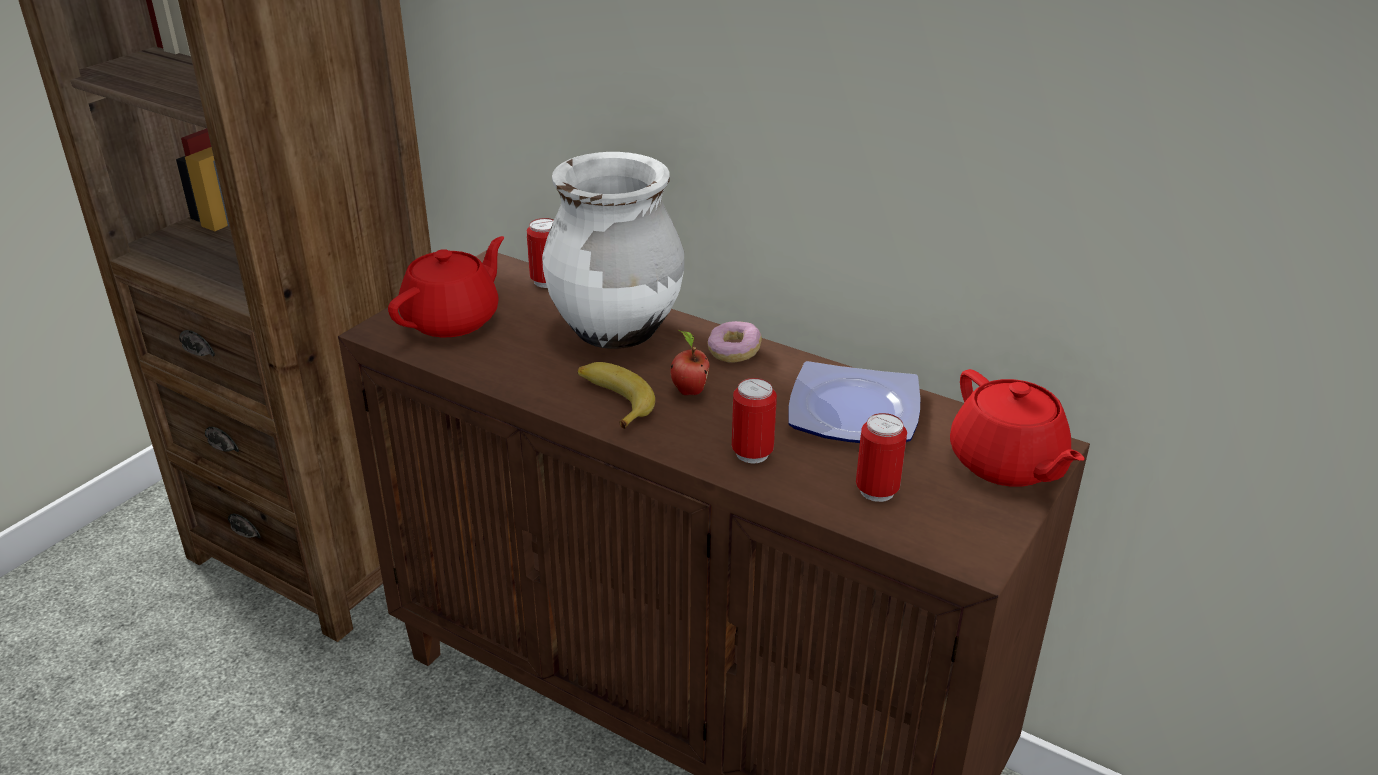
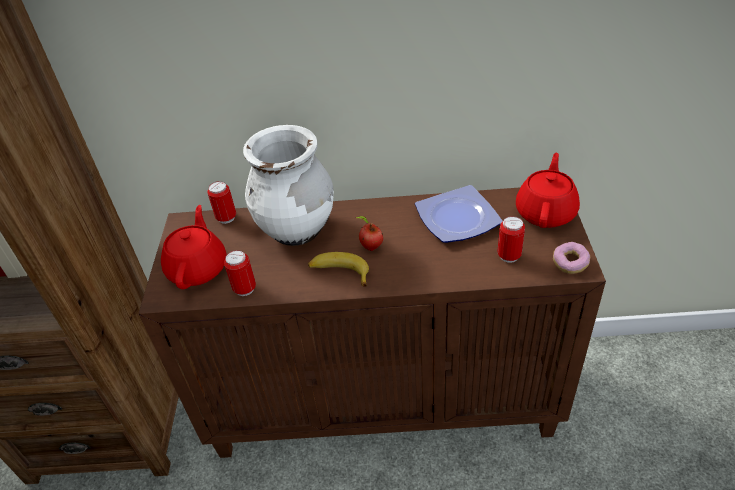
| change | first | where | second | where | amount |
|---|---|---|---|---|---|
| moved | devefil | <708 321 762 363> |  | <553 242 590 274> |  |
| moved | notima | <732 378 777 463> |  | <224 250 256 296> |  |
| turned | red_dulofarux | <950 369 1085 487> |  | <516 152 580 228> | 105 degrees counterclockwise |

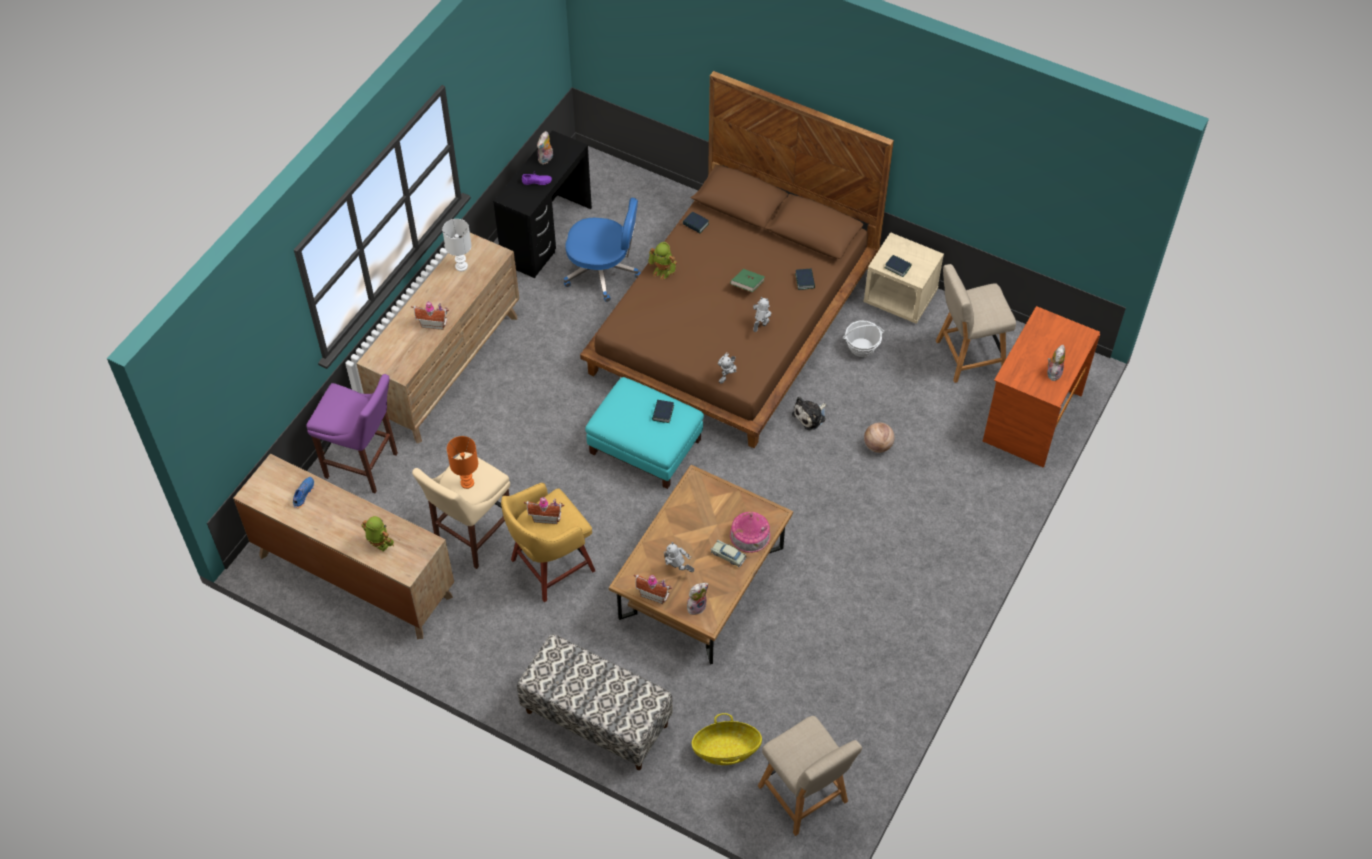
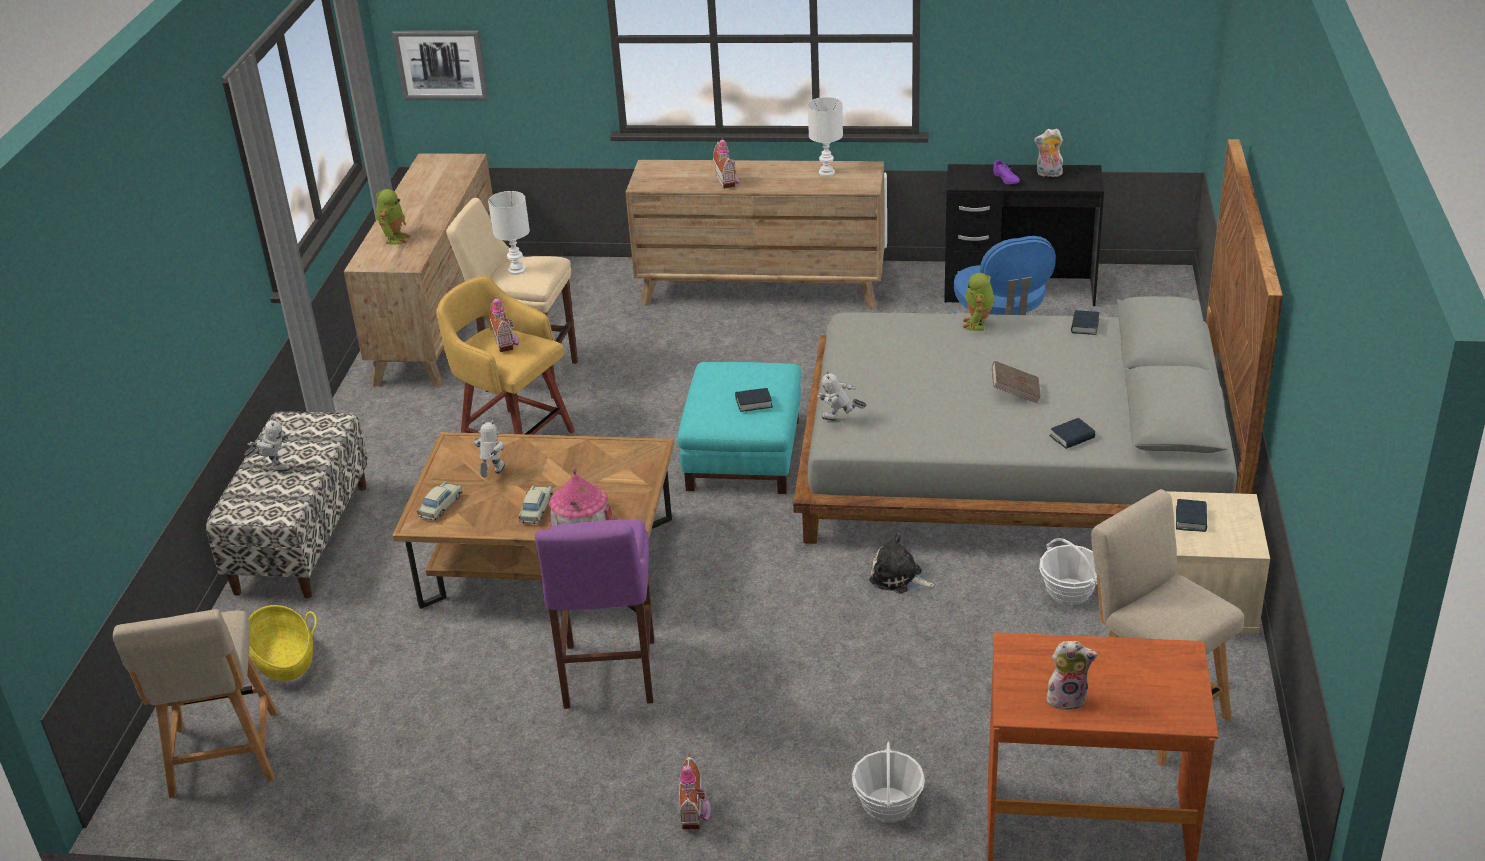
| change | first | where | second | where | amount |
|---|---|---|---|---|---|
| removed | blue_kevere | <293 477 314 508> |  |  |  |
| moved | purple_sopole | <306 374 398 493> |  | <535 519 654 709> |  |
| recoloured | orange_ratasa | <447 436 478 489> | white_ratasa | <488 191 530 275> |  |
| recoloured | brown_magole | <580 71 894 448> | grey_magole | <793 139 1283 544> |  |
| moved | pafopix | <634 575 672 604> |  | <679 754 711 830> |  |
| replaced | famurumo | <687 583 709 615> | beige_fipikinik | <417 481 462 521> |  |
| recoloured | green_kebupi | <730 269 765 292> | brown_kebupi | <992 361 1041 403> |  |
| moved | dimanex | <753 297 771 332> |  | <244 417 291 472> |  |
| turned | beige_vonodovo | <758 716 862 836> |  | <113 609 277 798> | 45 degrees counterclockwise |
| removed | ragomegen | <864 422 894 453> |  |  |  |
| added |  |  | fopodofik | <392 30 489 100> |  |
| added |  |  | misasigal | <852 742 925 823> |  |

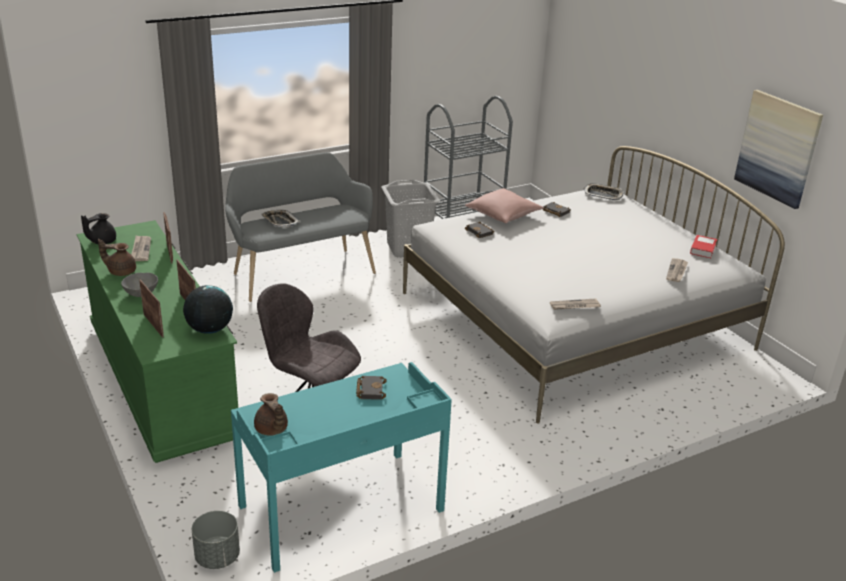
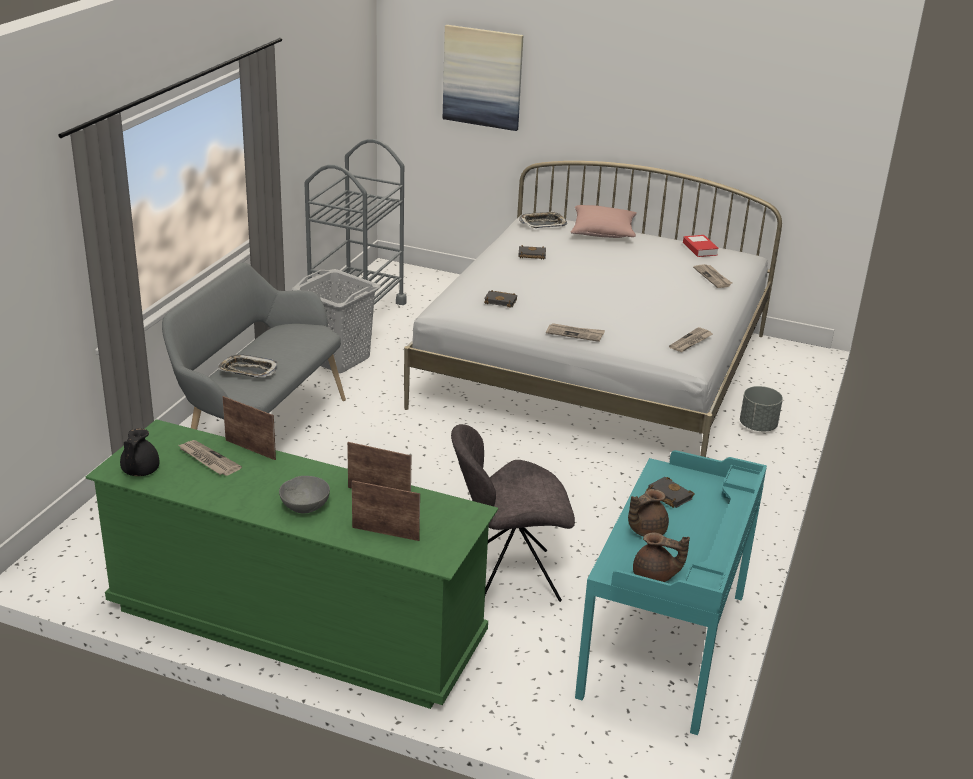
| change | first | where | second | where | amount |
|---|---|---|---|---|---|
| moved | brown_dulofarux | <98 239 136 276> |  | <628 489 669 537> |  |
| removed | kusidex | <183 285 233 334> |  |  |  |
| moved | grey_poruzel | <192 511 240 569> |  | <740 386 783 431> |  |
| moved | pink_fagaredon | <465 188 544 223> |  | <571 205 637 238> |  |
| moved | fopodofik | <734 90 823 209> |  | <443 25 523 131> |  |
| added |  |  | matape | <546 323 605 342> |  |

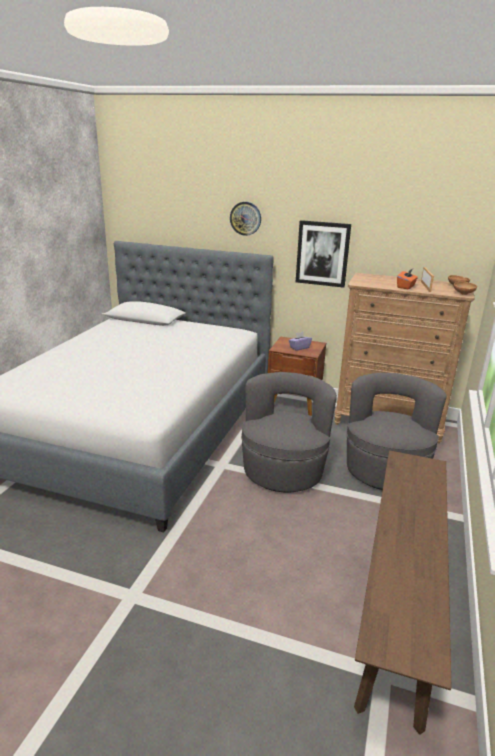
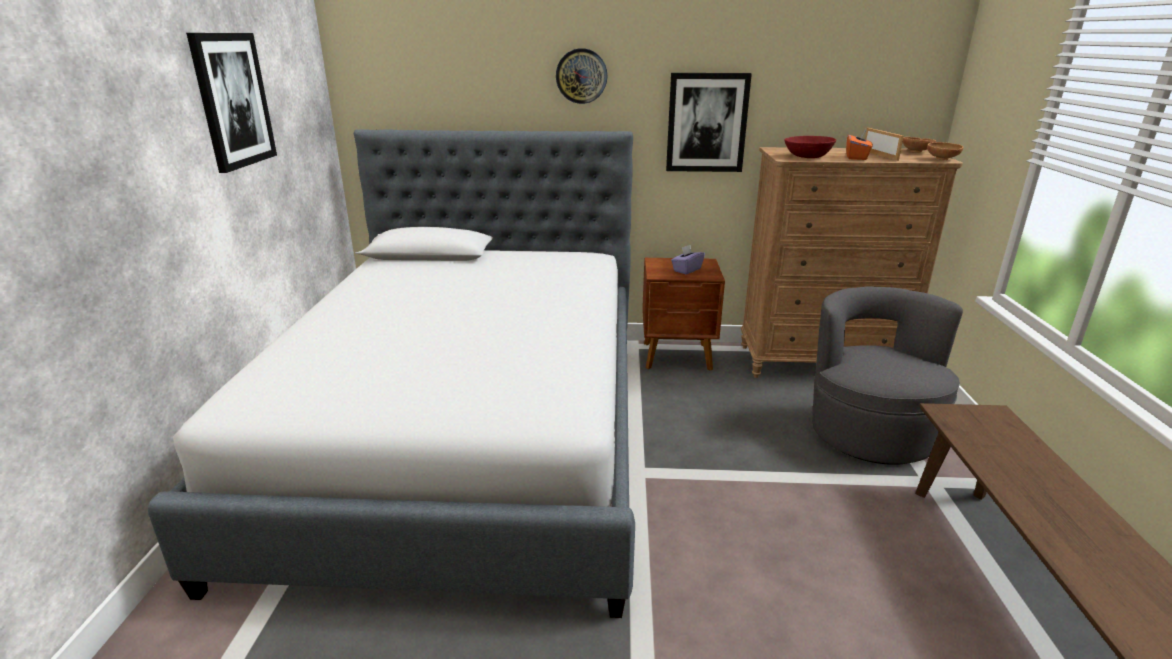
| change | first | where | second | where | amount |
|---|---|---|---|---|---|
| removed | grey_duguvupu | <241 372 337 492> |  |  |  |
| added |  |  | fopodofik | <186 33 277 173> |  |
| added |  |  | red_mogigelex | <785 136 836 158> |  |

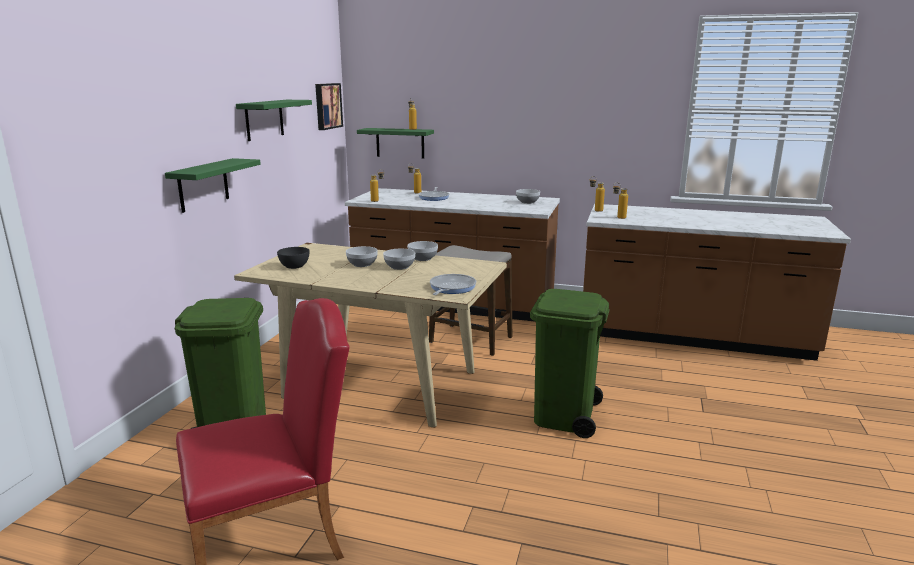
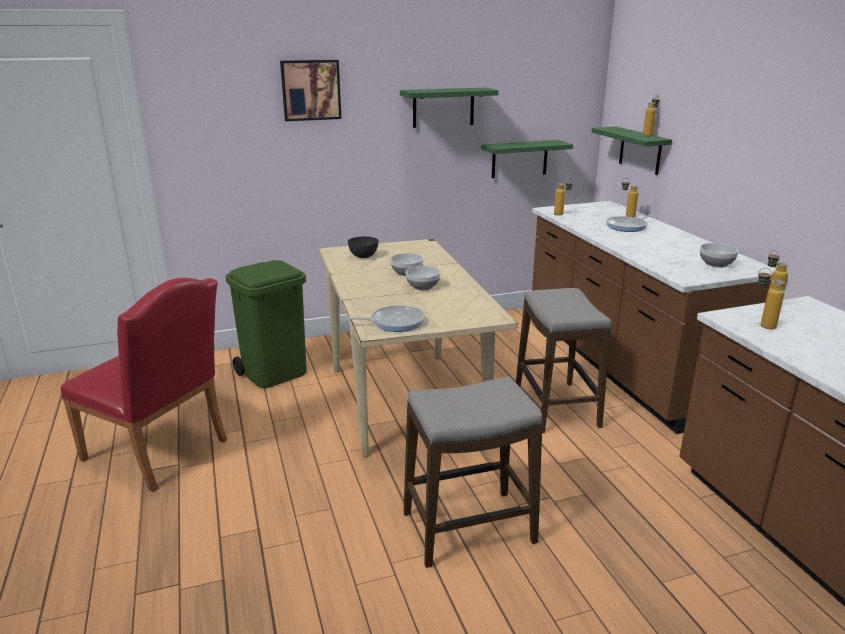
| change | first | where | second | where | amount |
|---|---|---|---|---|---|
| moved | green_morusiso | <165 158 261 213> |  | <481 140 573 178> |  |
| moved | fopodofik | <315 83 343 130> |  | <280 60 341 121> |  |
| removed | mogigelex | <407 241 438 261> |  |  |  |
| replaced | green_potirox | <530 289 610 438> | sopole | <404 377 542 568> |  |

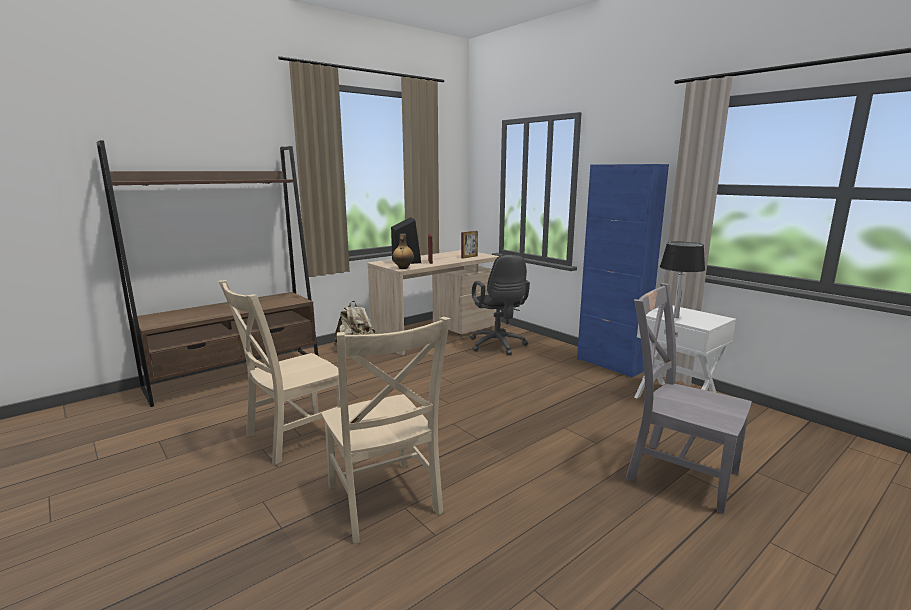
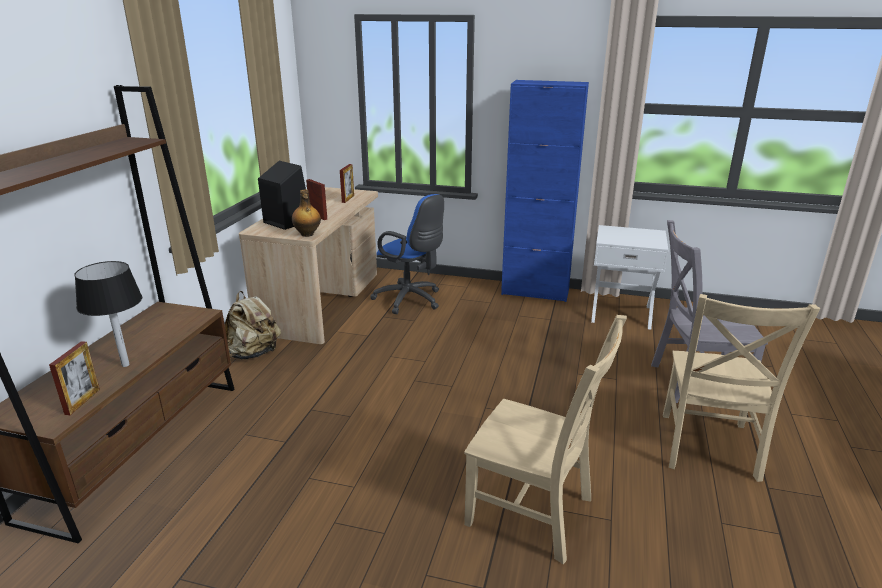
| change | first | where | second | where | amount |
|---|---|---|---|---|---|
| moved | beige_vonodovo | <219 280 341 465> |  | <663 294 820 482> |  |
| recoloured | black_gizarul | <470 254 530 355> | blue_gizarul | <370 194 444 314> |  |
| moved | black_ratasa | <660 242 705 318> |  | <74 261 142 367> |  |
| added |  |  | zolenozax | <49 341 100 415> |  |

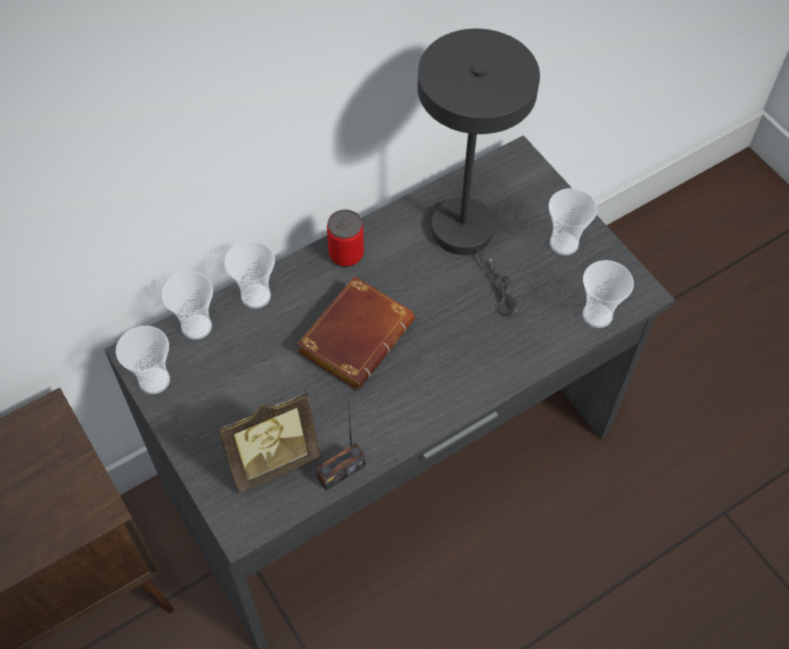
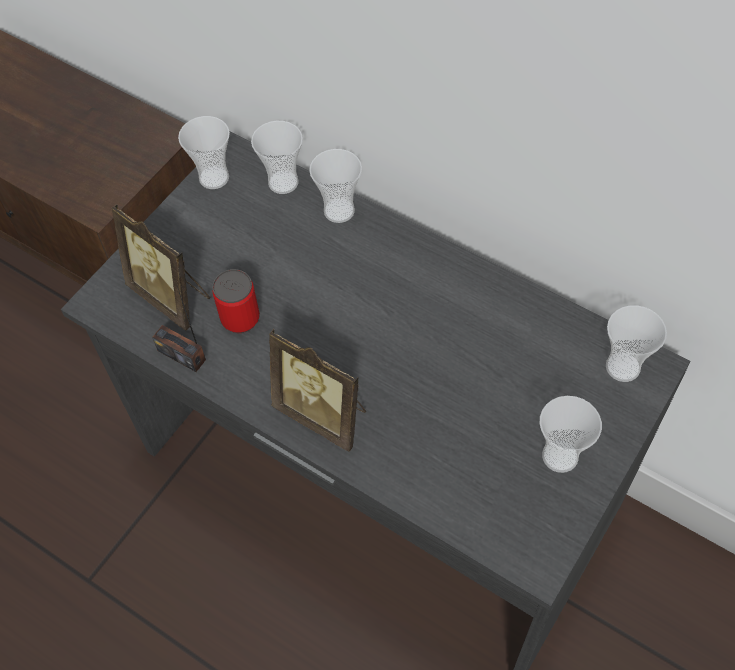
| change | first | where | second | where | amount |
|---|---|---|---|---|---|
| removed | brown_kebupi | <297 276 415 390> |  |  |  |
| moved | notima | <327 209 364 267> |  | <212 269 260 333> |  |
| removed | grey_ratasa | <417 29 540 316> |  |  |  |
| moved | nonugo | <582 260 634 328> |  | <606 305 667 382> |  |
| added |  |  | zolenozax | <269 329 366 452> |  |

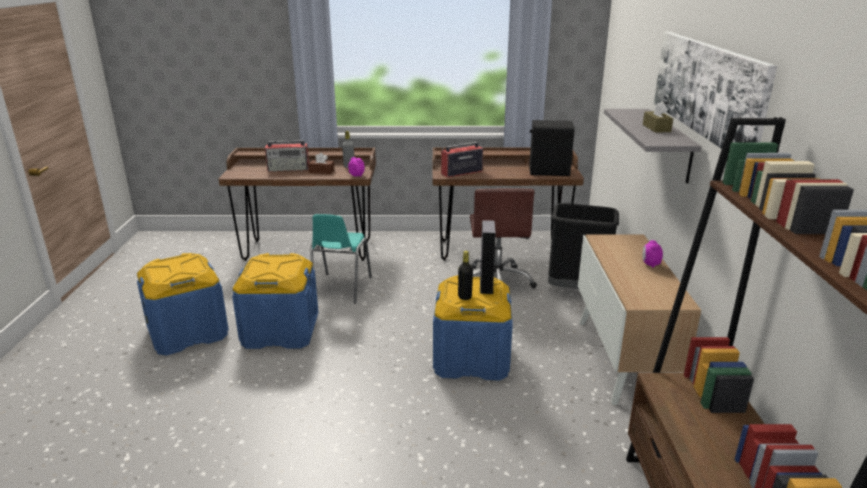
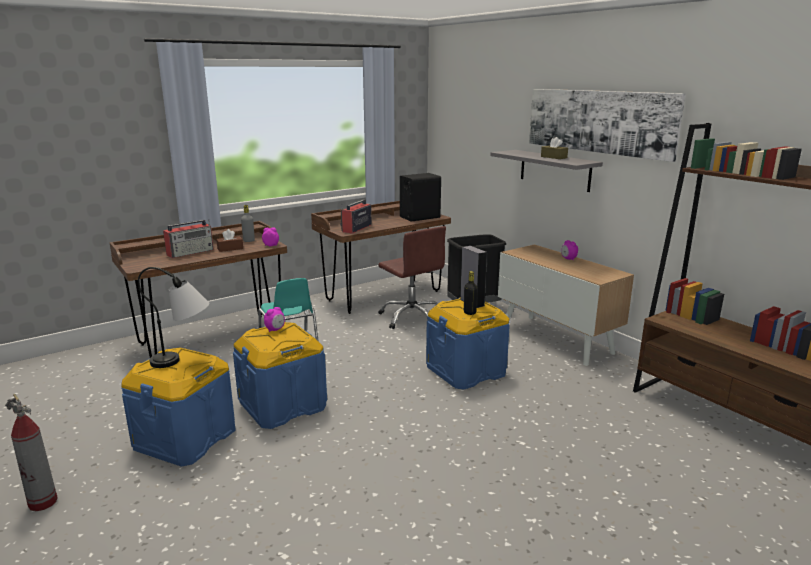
| change | first | where | second | where | amount |
|---|---|---|---|---|---|
| added |  |  | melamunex | <5 394 58 511> |  |
| added |  |  | ratasa | <138 267 210 368> |  |
| added |  |  | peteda | <264 307 285 332> |  |

